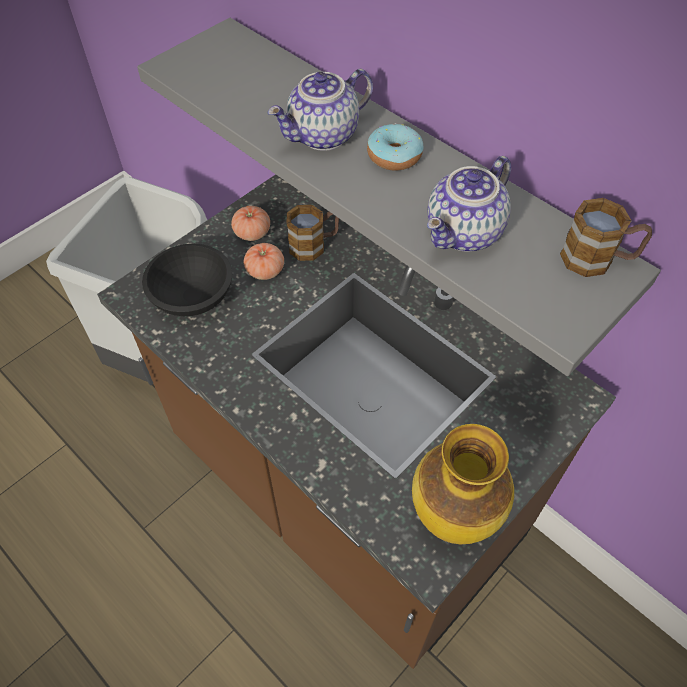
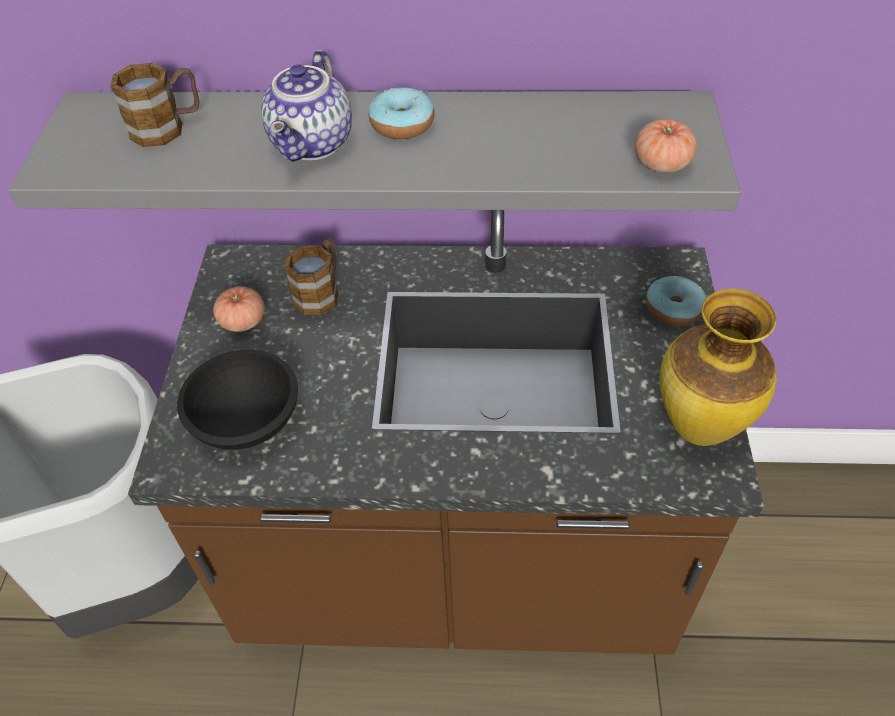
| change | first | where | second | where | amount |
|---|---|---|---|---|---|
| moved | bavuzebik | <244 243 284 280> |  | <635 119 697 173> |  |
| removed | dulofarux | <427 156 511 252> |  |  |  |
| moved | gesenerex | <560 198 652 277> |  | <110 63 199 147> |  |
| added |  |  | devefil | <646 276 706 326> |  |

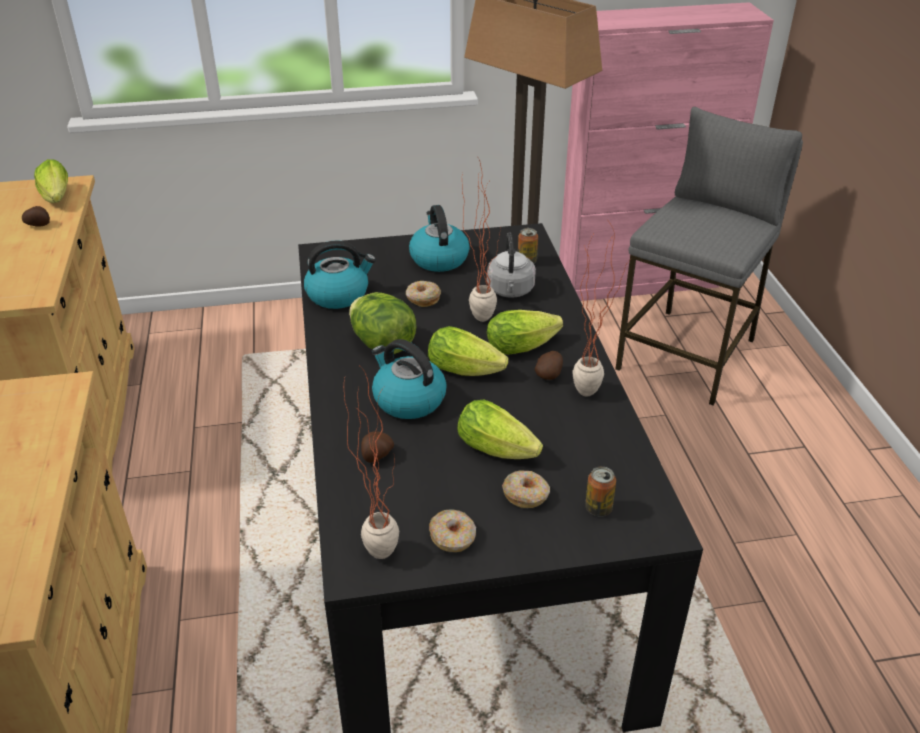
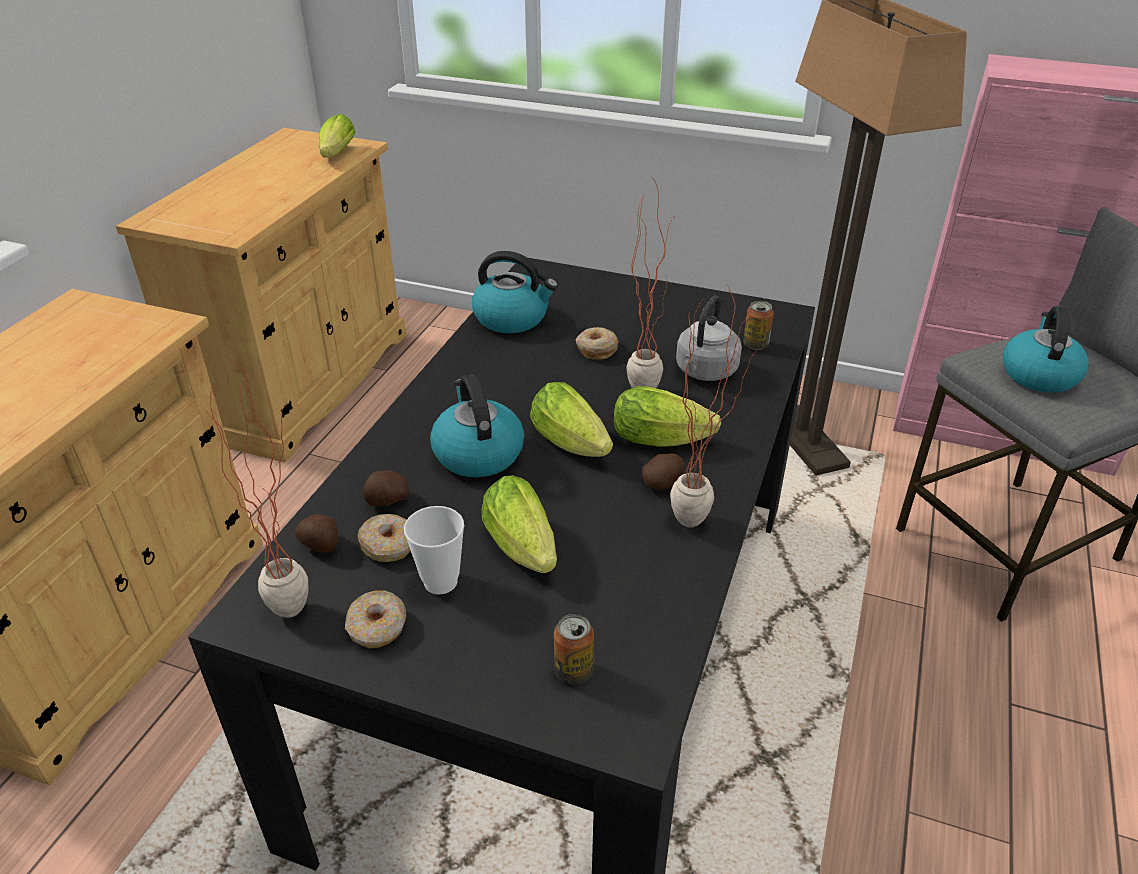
| change | first | where | second | where | amount |
|---|---|---|---|---|---|
| moved | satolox | <22 206 50 227> |  | <295 514 338 553> |  |
| removed | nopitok | <349 292 416 354> |  |  |  |
| moved | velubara | <409 205 470 272> |  | <1003 306 1089 393> |  |
| moved | devefil | <502 470 550 508> |  | <358 514 411 562> |  |
| added |  |  | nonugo | <404 506 464 595> |  |

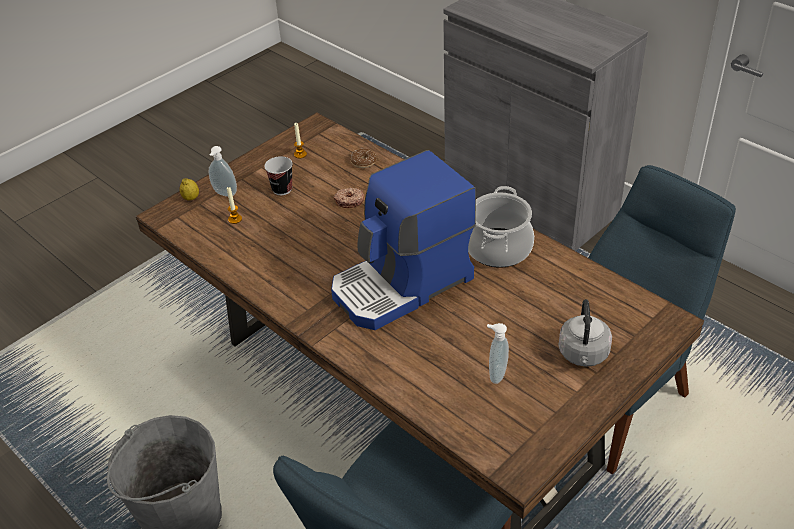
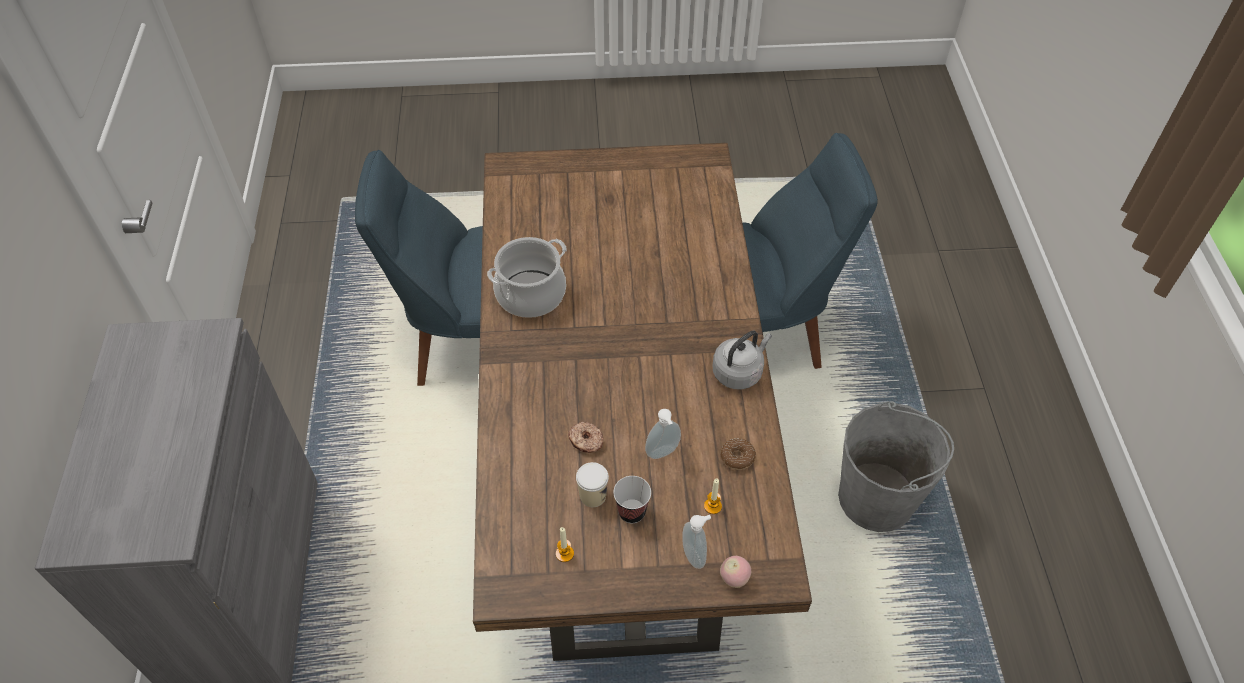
| change | first | where | second | where | amount |
|---|---|---|---|---|---|
| replaced | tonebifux | <179 178 199 201> | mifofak | <720 556 751 588> |  |
| removed | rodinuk | <331 150 476 330> |  |  |  |
| moved | devefil | <350 149 377 168> |  | <721 438 756 470> |  |
| moved | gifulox | <487 323 509 384> |  | <645 409 681 459> |  |
| moved | grey_velubara | <558 299 612 367> |  | <713 331 772 390> |  |
| added |  |  | nonugo | <576 462 609 507> |  |

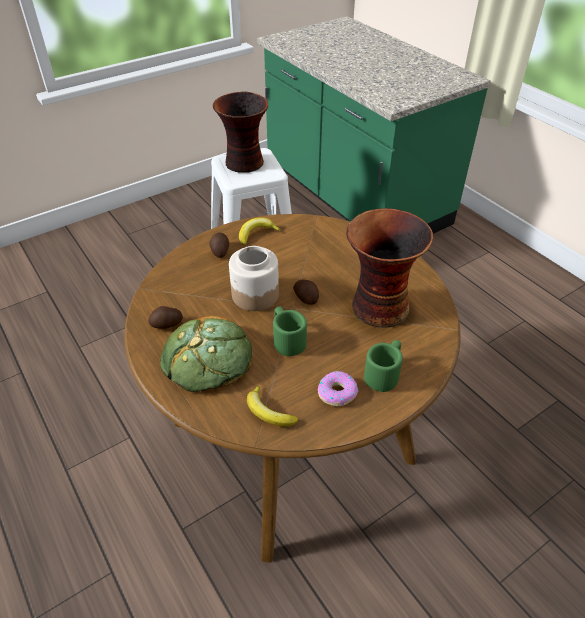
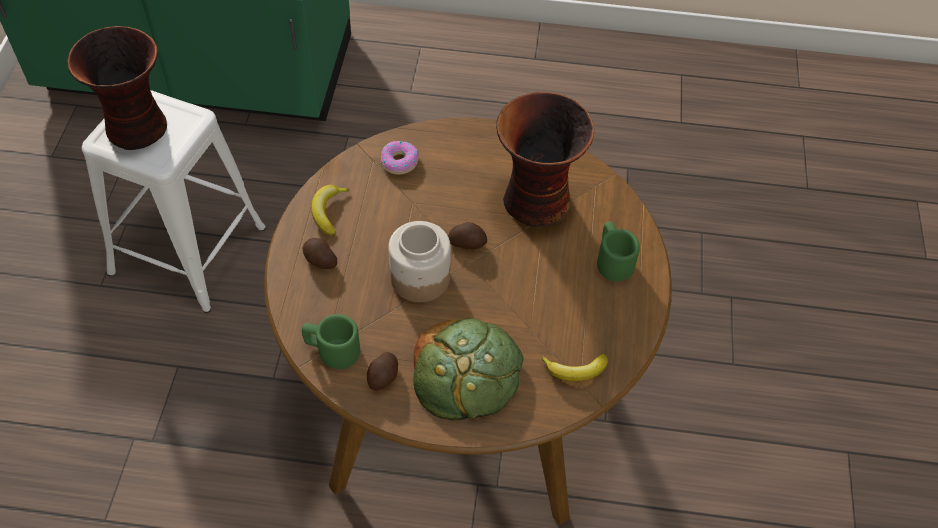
| change | first | where | second | where | amount |
|---|---|---|---|---|---|
| moved | green_gesenerex | <273 307 307 356> |  | <302 314 360 369> |  |
| moved | devefil | <318 371 358 406> |  | <381 141 419 175> |  |

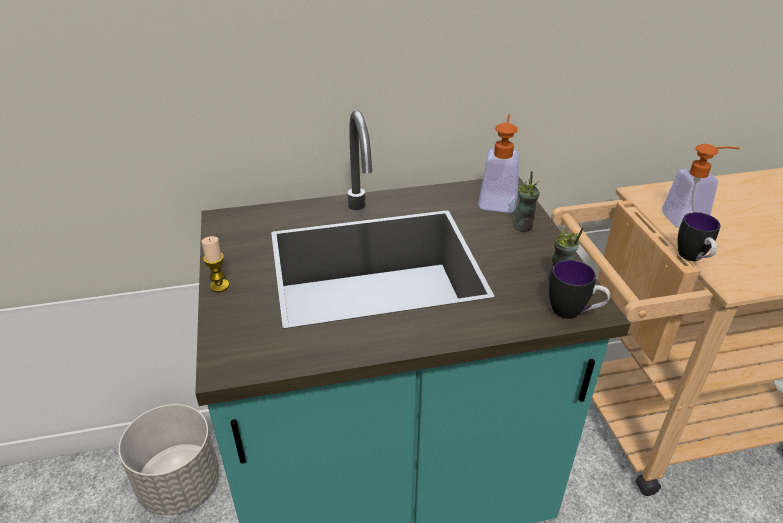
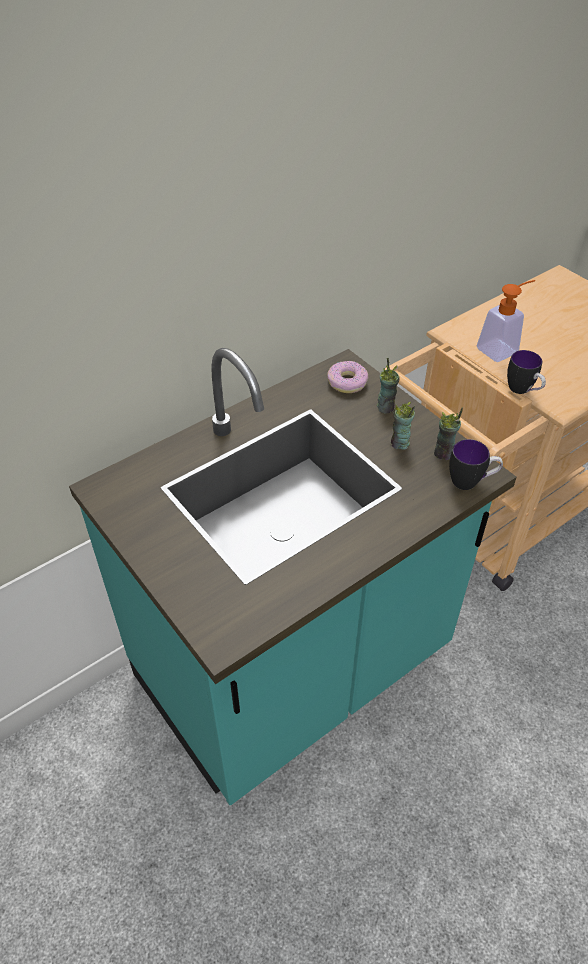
| change | first | where | second | where | amount |
|---|---|---|---|---|---|
| removed | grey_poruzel | <118 404 219 515> |  |  |  |
| removed | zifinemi | <202 236 229 292> |  |  |  |
| replaced | gifulox | <478 114 520 213> | devefil | <327 361 368 393> |  |
| added |  |  | nonugo | <391 402 415 450> |  |

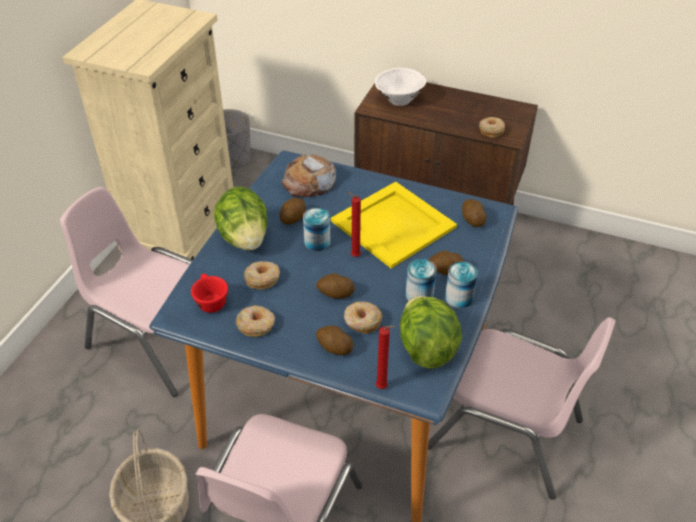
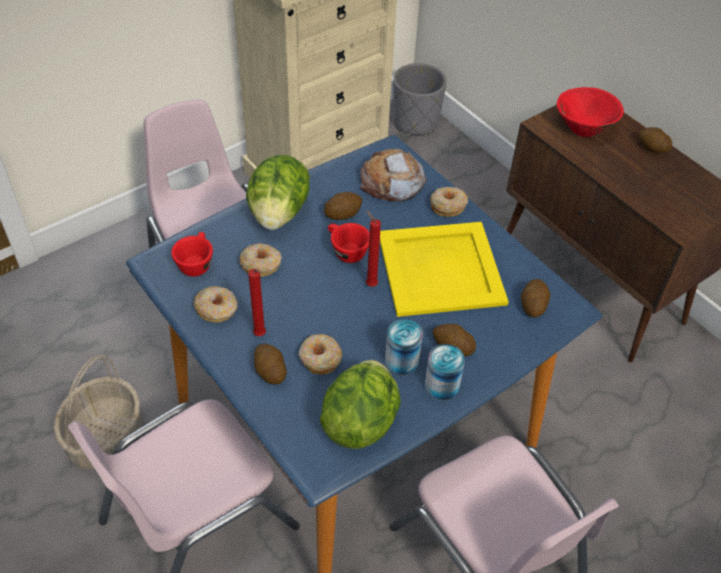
| change | first | where | second | where | amount |
|---|---|---|---|---|---|
| replaced | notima | <303 207 330 251> | red_nonugo | <328 223 369 263> |  |
| moved | satolox | <316 273 355 299> |  | <638 127 672 153> |  |
| recoloured | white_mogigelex | <375 68 426 106> | red_mogigelex | <557 87 624 137> |  |
| moved | red_zifinemi | <376 325 395 389> |  | <248 269 266 336> |  |
| moved | devefil | <479 117 505 138> |  | <430 187 468 217> |  |

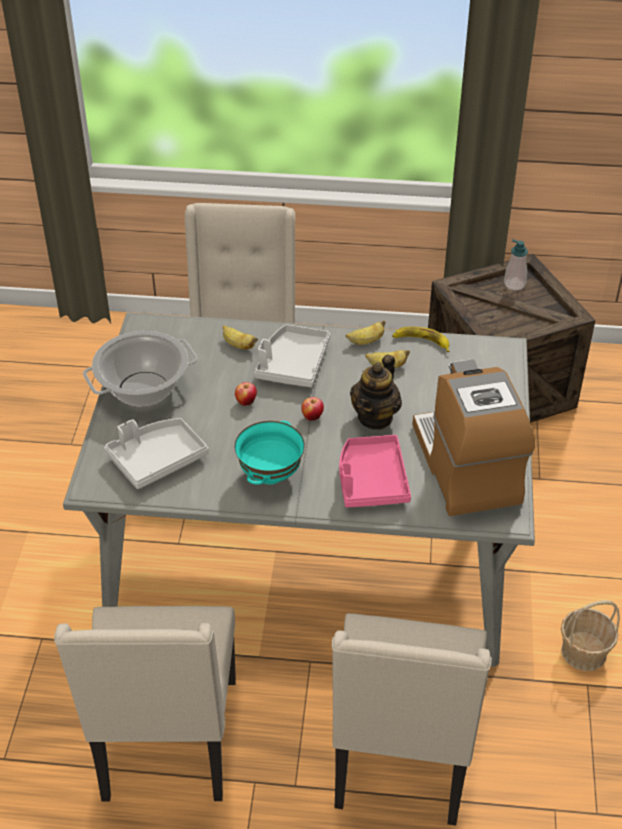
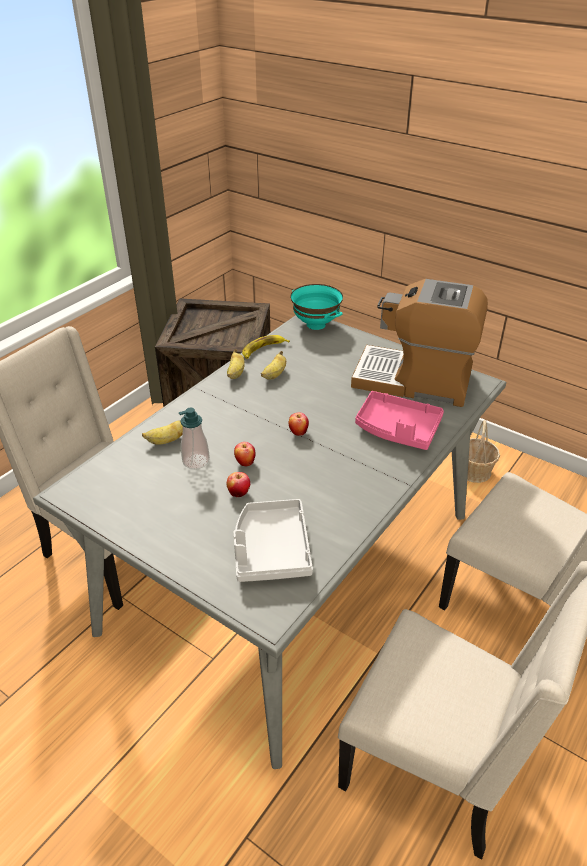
| change | first | where | second | where | amount |
|---|---|---|---|---|---|
| removed | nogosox | <83 331 198 407> |  |  |  |
| moved | turquoise_mogigelex | <235 421 305 485> |  | <290 284 343 330> |  |
| removed | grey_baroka | <254 324 330 387> |  |  |  |
| removed | dulofarux | <350 355 402 430> |  |  |  |
| moved | gifulox | <504 239 528 290> |  | <179 407 210 469> |  |
| added |  |  | mifofak | <227 472 250 497> |  |

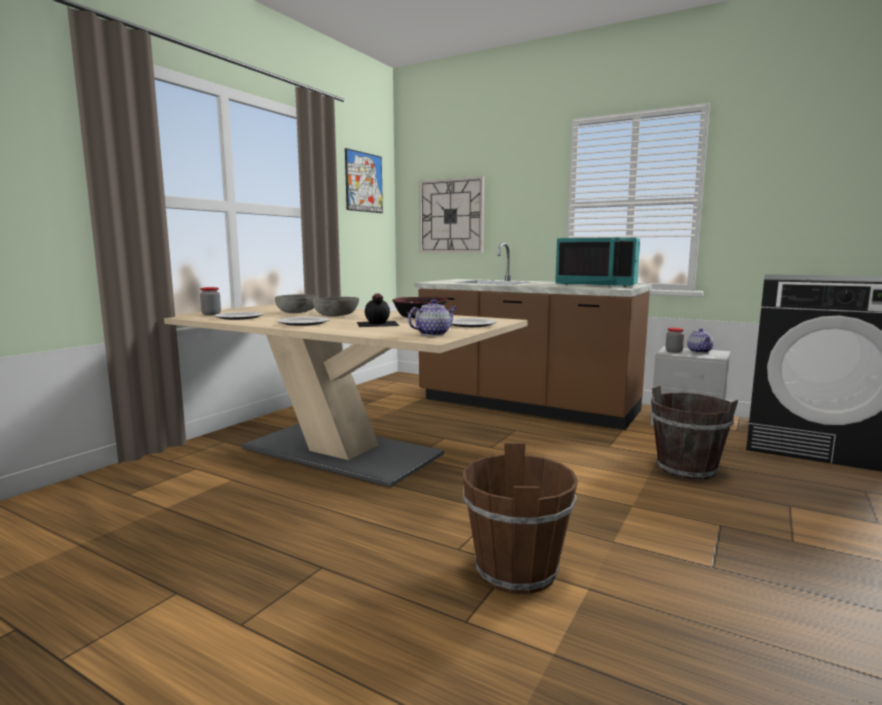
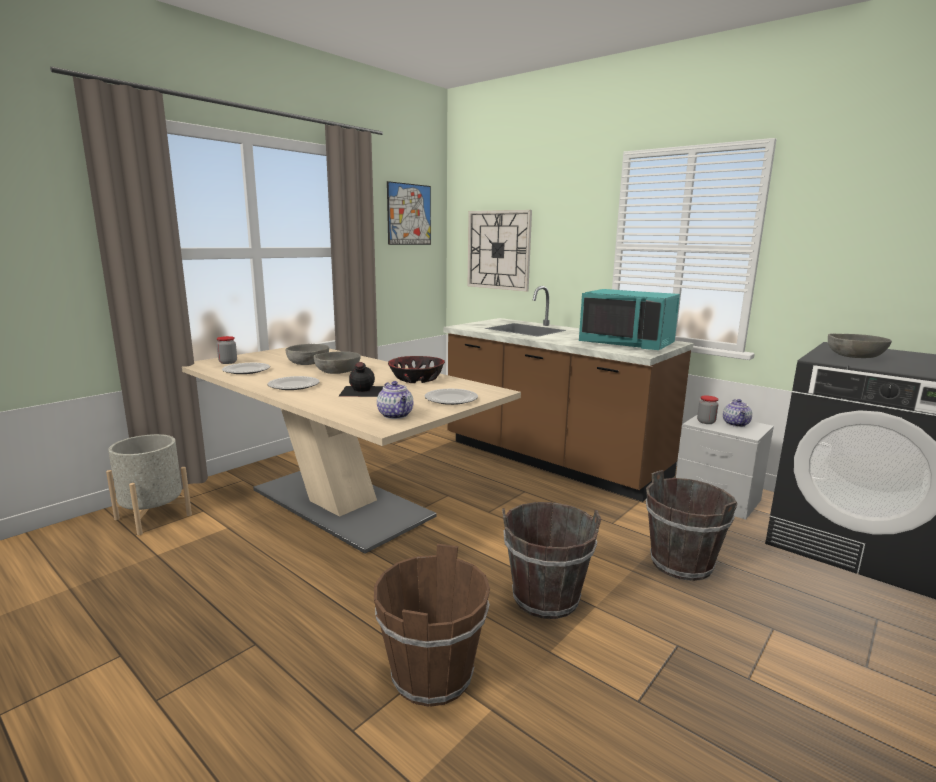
| change | first | where | second | where | amount |
|---|---|---|---|---|---|
| turned | dulofarux | <408 299 457 336> |  | <377 381 413 419> | 90 degrees clockwise |
| added |  |  | grey_poruzel | <106 434 192 535> |  |
| added |  |  | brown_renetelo | <502 502 601 619> |  |
| added |  |  | grey_mogigelex | <828 333 892 358> |  |

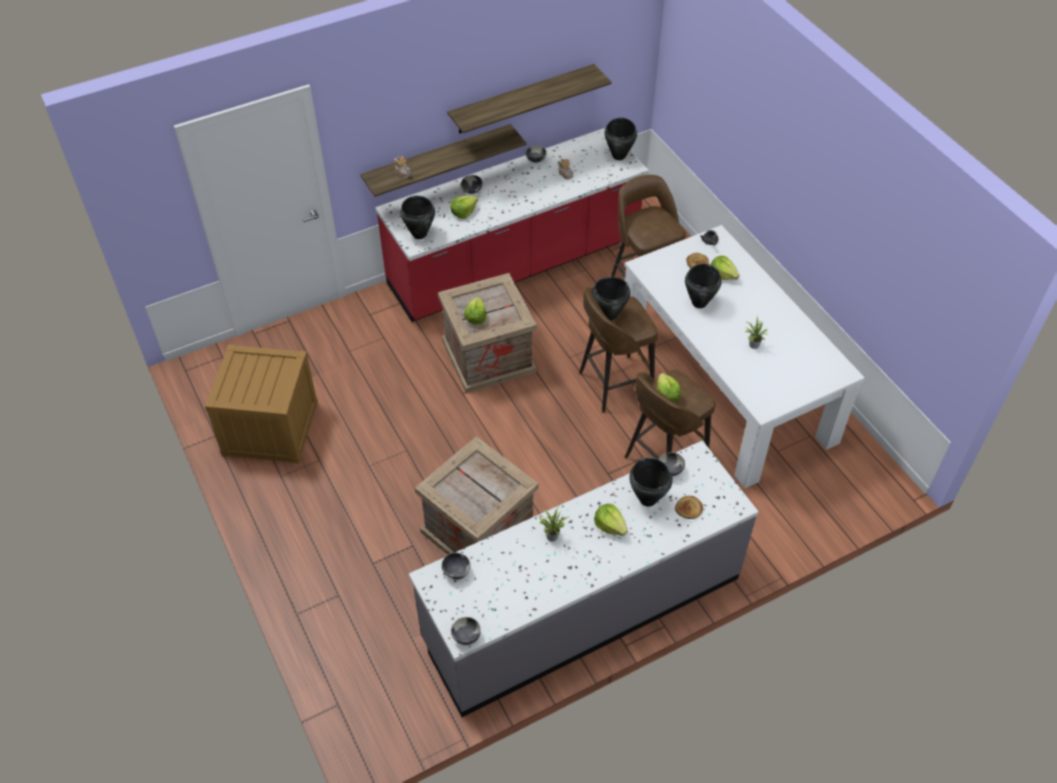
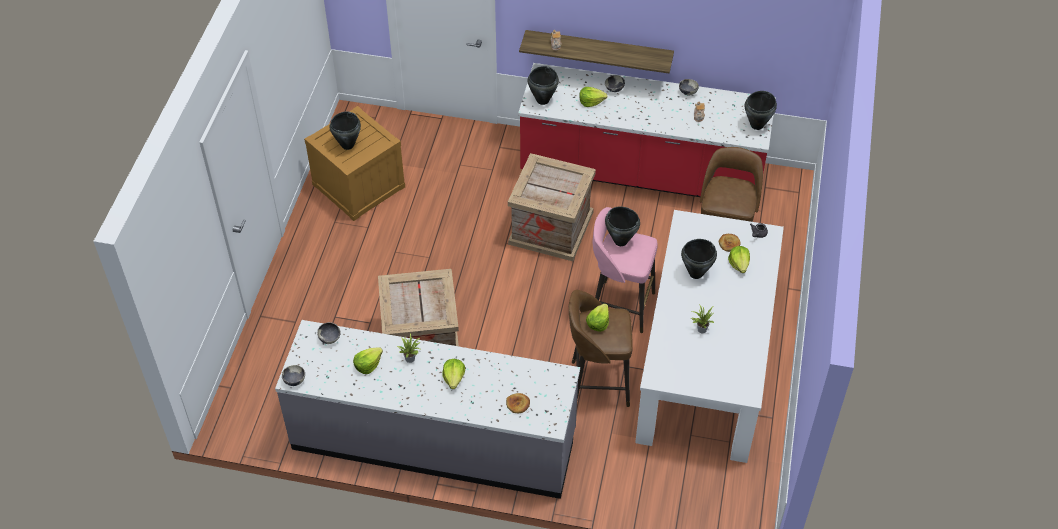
| change | first | where | second | where | amount |
|---|---|---|---|---|---|
| removed | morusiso | <447 64 611 134> |  |  |  |
| moved | nopitok | <464 297 487 324> |  | <353 347 383 374> |  |
| recoloured | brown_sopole | <579 287 658 412> | pink_sopole | <593 207 657 333> |  |
| moved | black_nogosox | <629 457 673 507> |  | <329 112 361 150> |  |
| removed | mogigelex | <659 452 685 476> |  |  |  |

